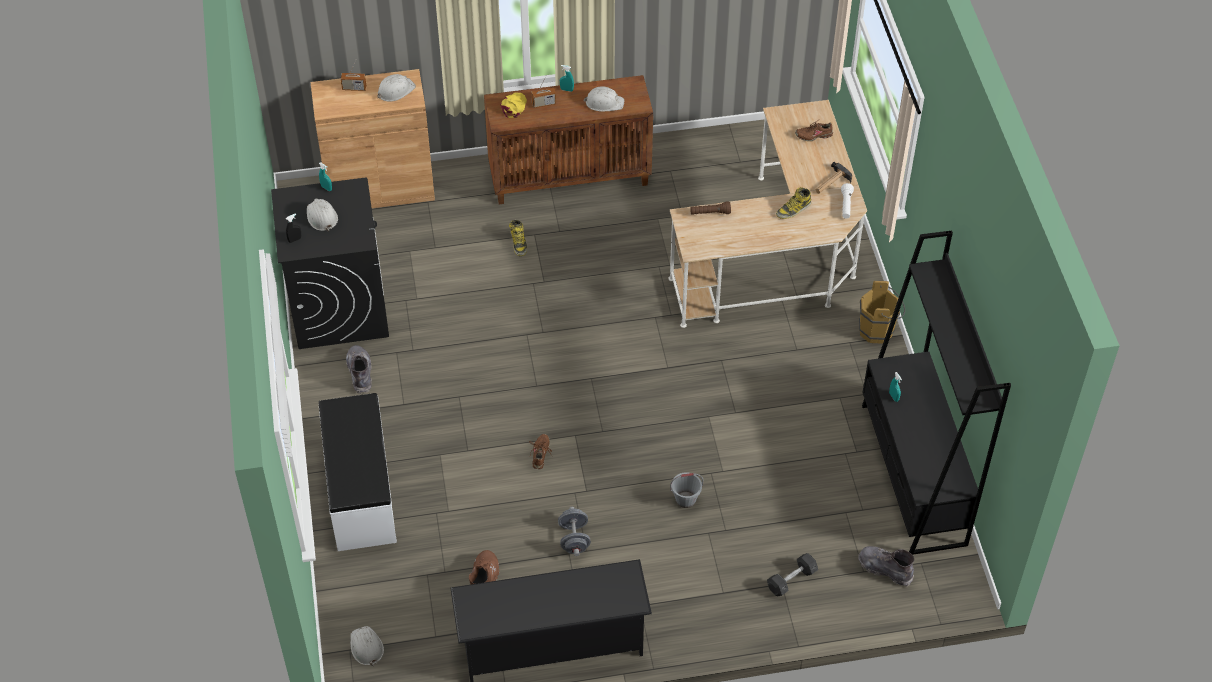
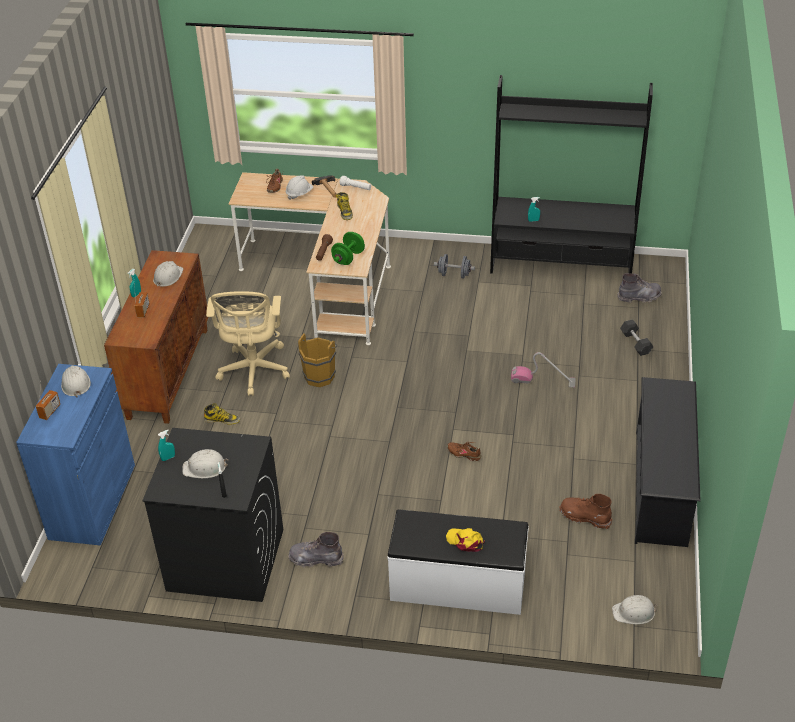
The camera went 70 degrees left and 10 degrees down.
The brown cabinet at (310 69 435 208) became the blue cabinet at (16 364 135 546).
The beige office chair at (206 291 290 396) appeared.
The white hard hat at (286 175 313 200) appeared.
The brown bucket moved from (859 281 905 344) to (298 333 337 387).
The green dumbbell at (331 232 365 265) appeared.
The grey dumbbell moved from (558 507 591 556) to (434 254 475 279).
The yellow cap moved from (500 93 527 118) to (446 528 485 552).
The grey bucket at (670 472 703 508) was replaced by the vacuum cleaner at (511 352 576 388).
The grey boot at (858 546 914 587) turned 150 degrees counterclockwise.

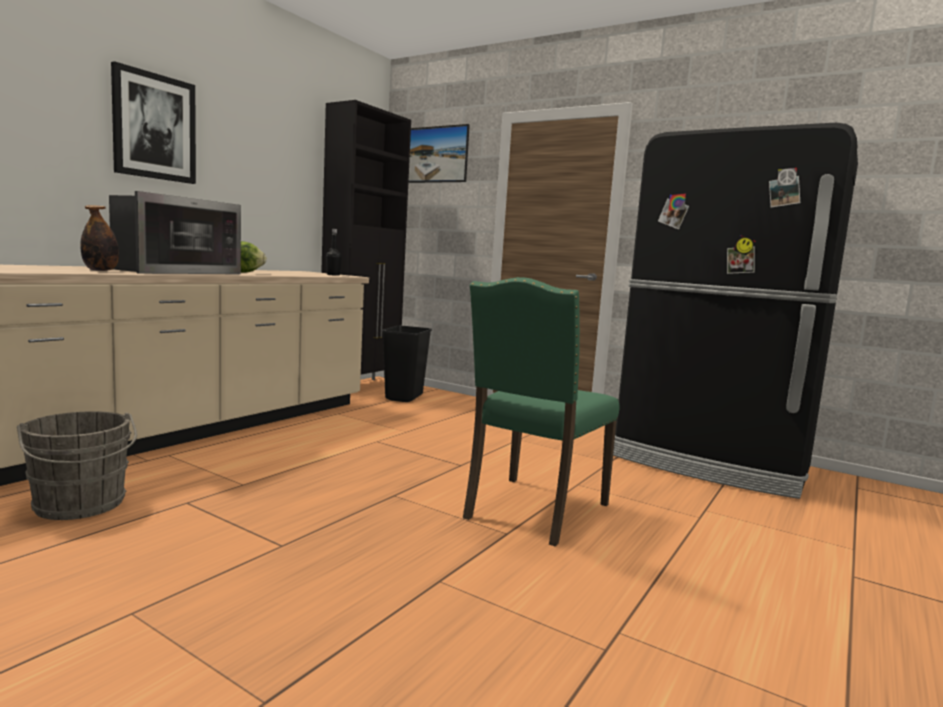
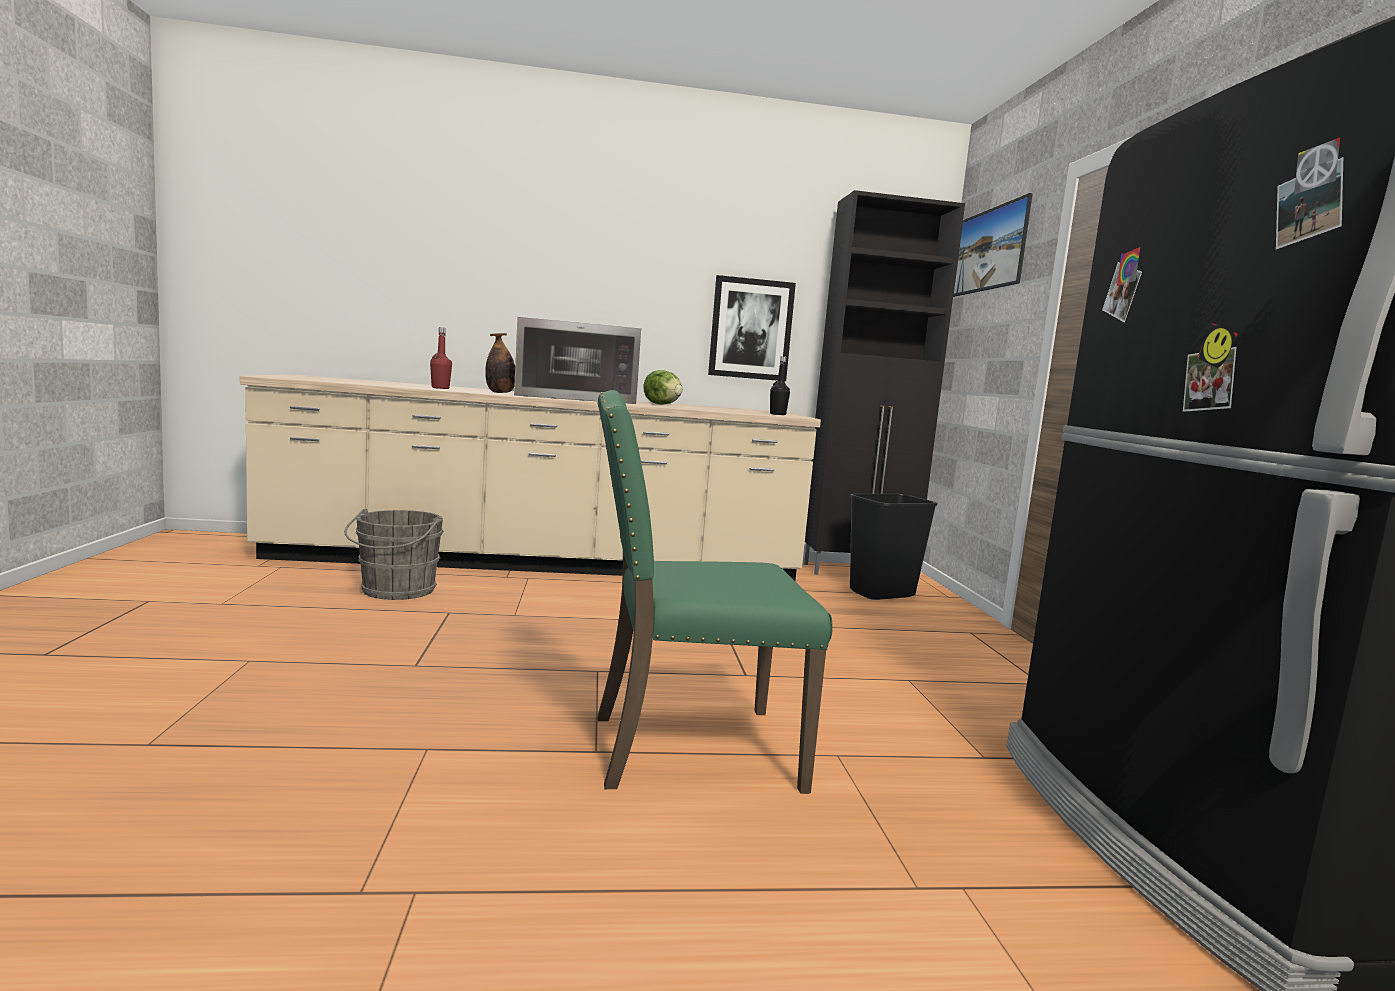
The camera went 50 degrees right and 0 degrees up.
The red bottle at (430 327 452 389) appeared.
The picture moved from (111 61 196 184) to (708 275 796 381).

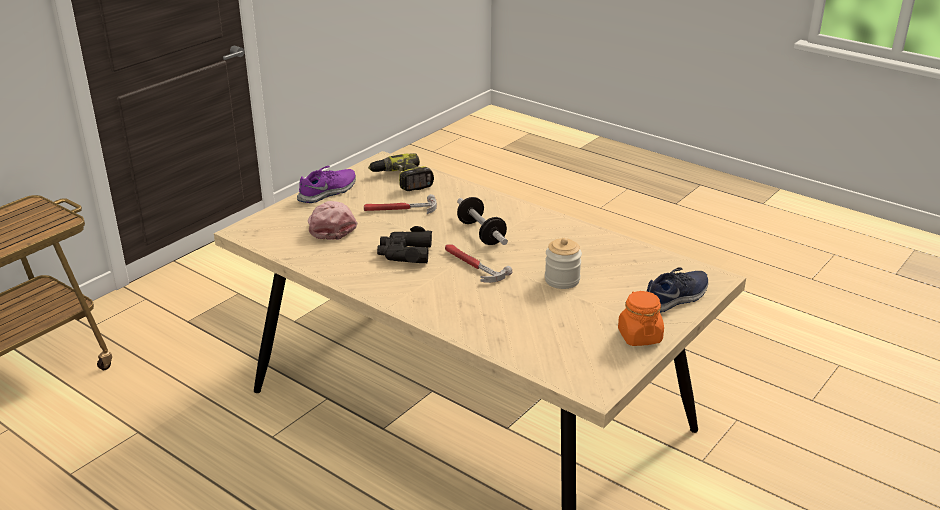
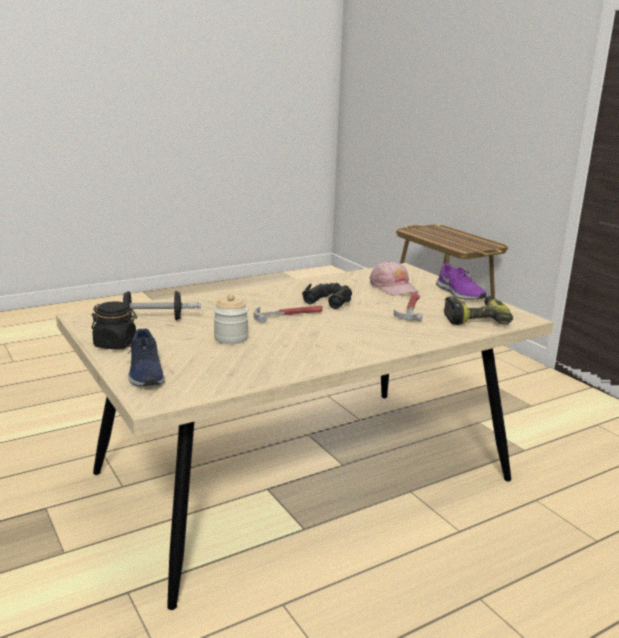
The camera went 110 degrees right and 10 degrees down.
The orange jar at (618 291 664 346) became the black jar at (91 301 137 349).
The dumbbell moved from (457 197 508 245) to (123 291 201 320).
The pink cap at (308 201 358 240) turned 60 degrees clockwise.

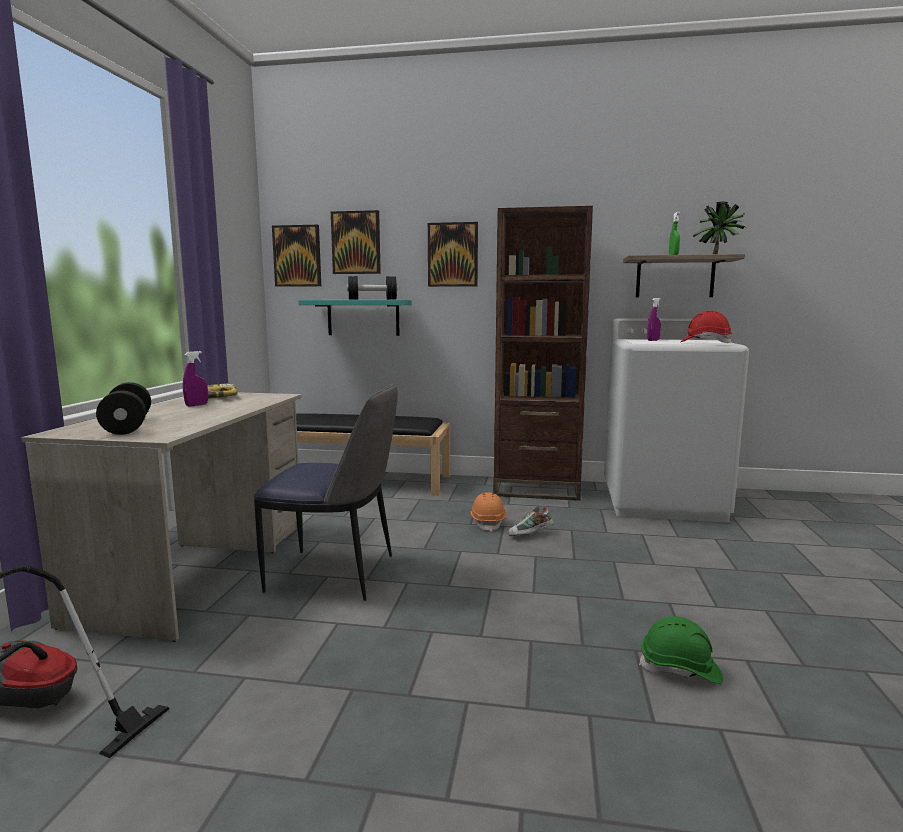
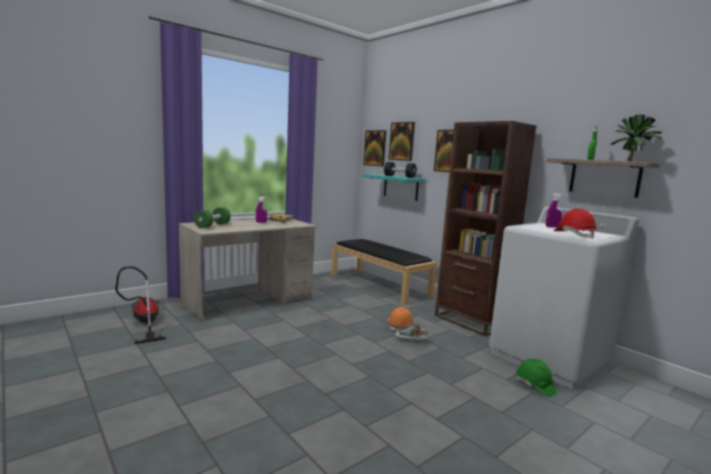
The camera went 40 degrees right and 0 degrees up.
The black dumbbell at (96 382 151 435) became the green dumbbell at (194 207 231 228).
The green hard hat moved from (639 616 723 684) to (516 358 557 397).
The chair at (254 384 398 601) disappeared.

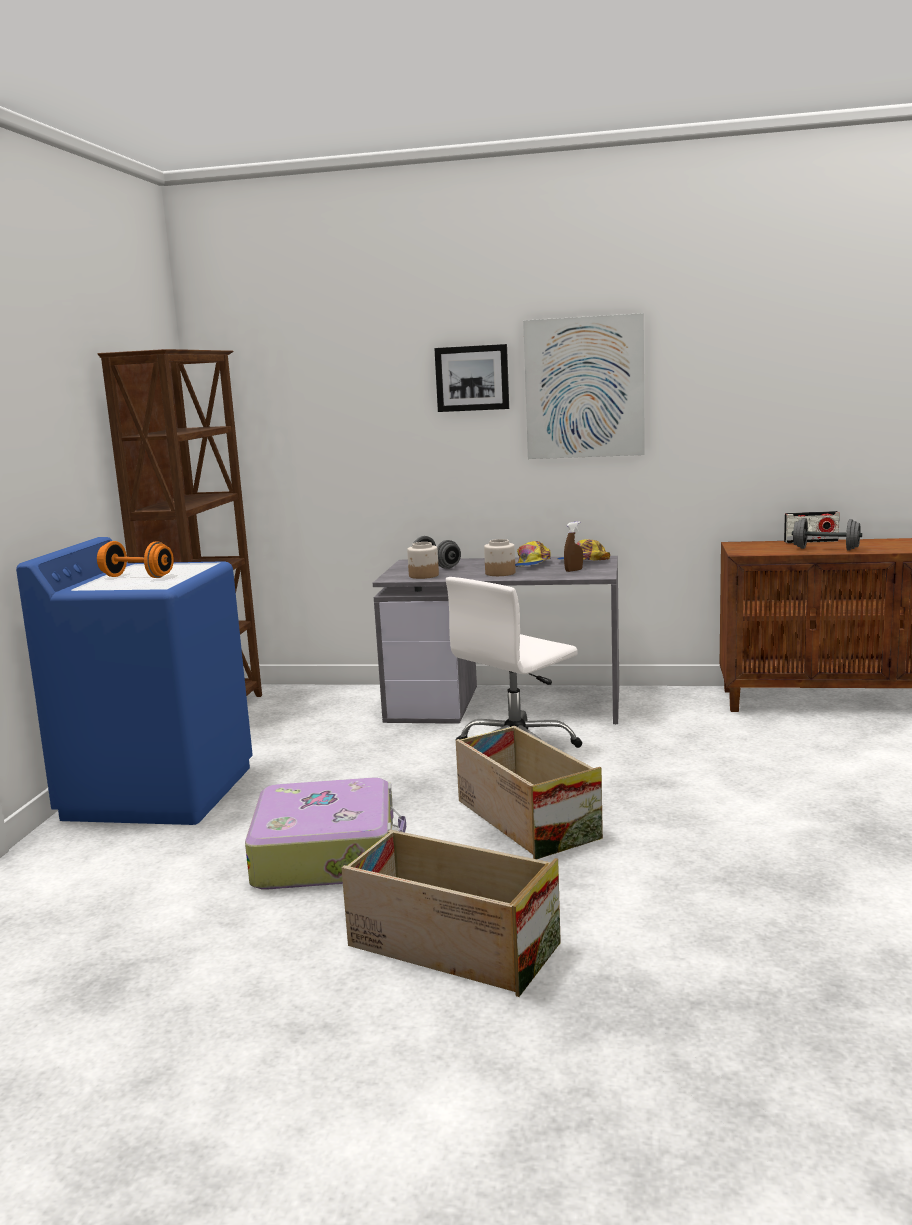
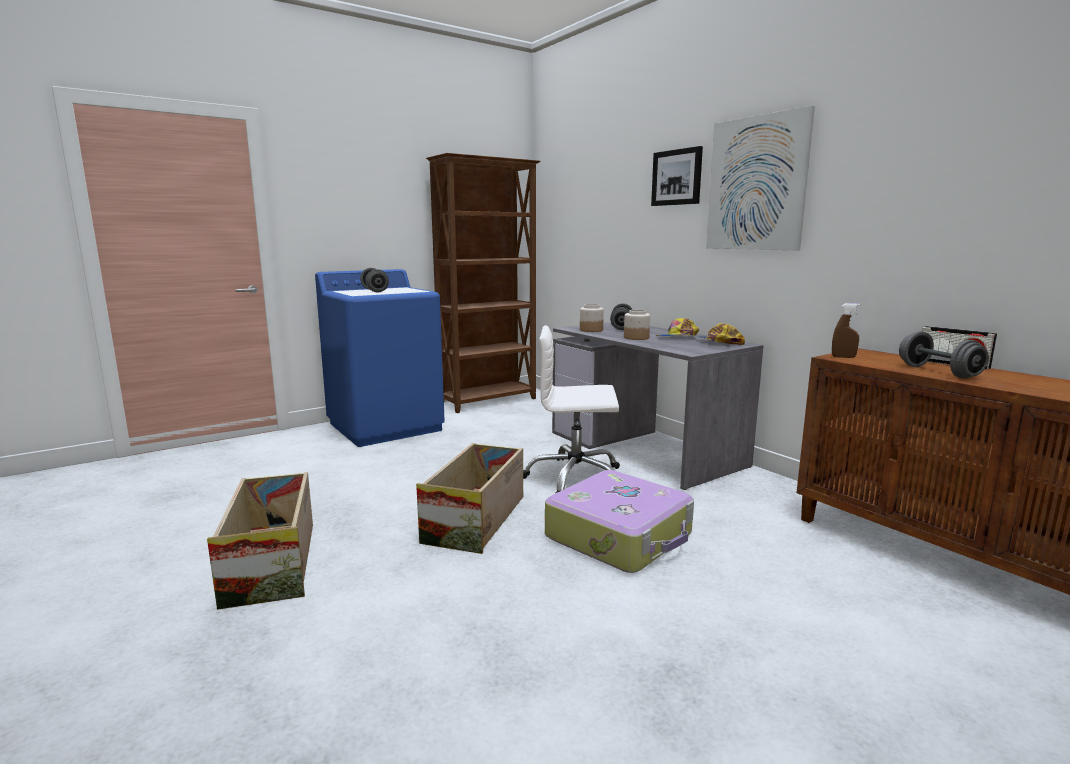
The camera went 45 degrees right and 0 degrees up.
The orange dumbbell at (97 541 174 578) became the grey dumbbell at (360 268 389 292).
The suitcase moved from (245 778 406 890) to (545 470 694 573).
The brown spray bottle moved from (564 522 583 572) to (832 303 860 358).

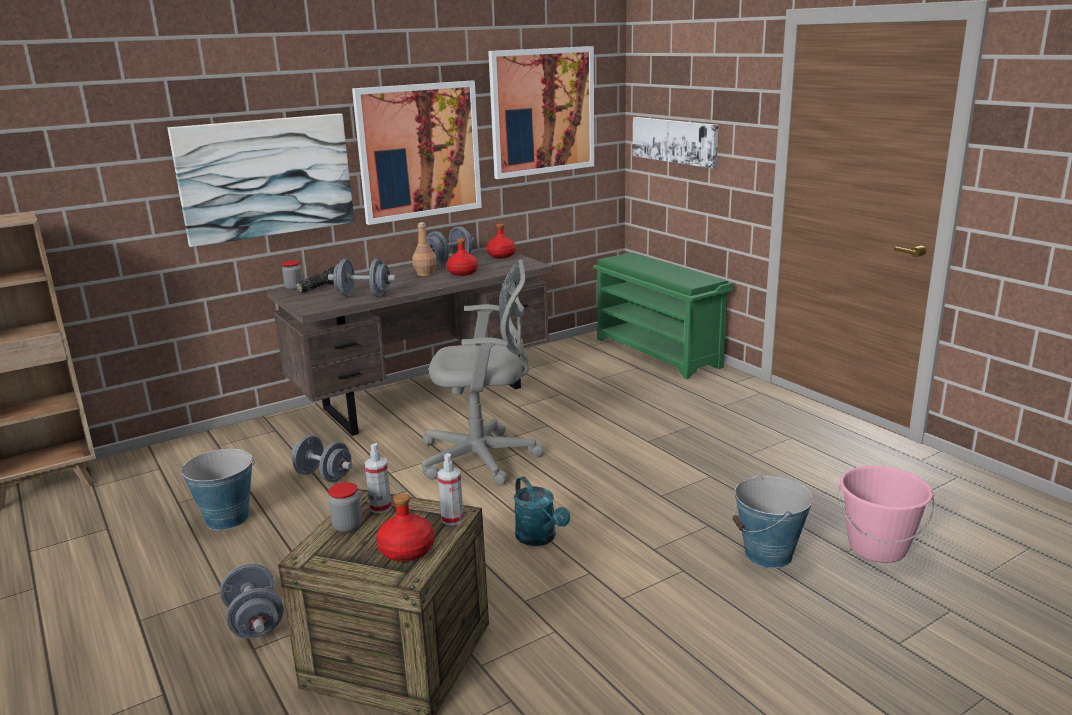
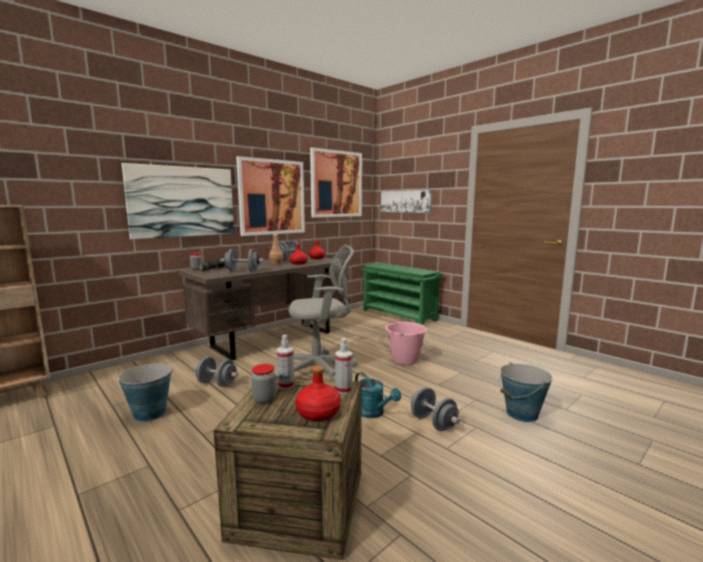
The camera went 10 degrees left and 10 degrees down.
The pink bucket moved from (838 465 934 563) to (385 322 428 365).
The grey dumbbell moved from (220 563 284 639) to (411 387 460 431).

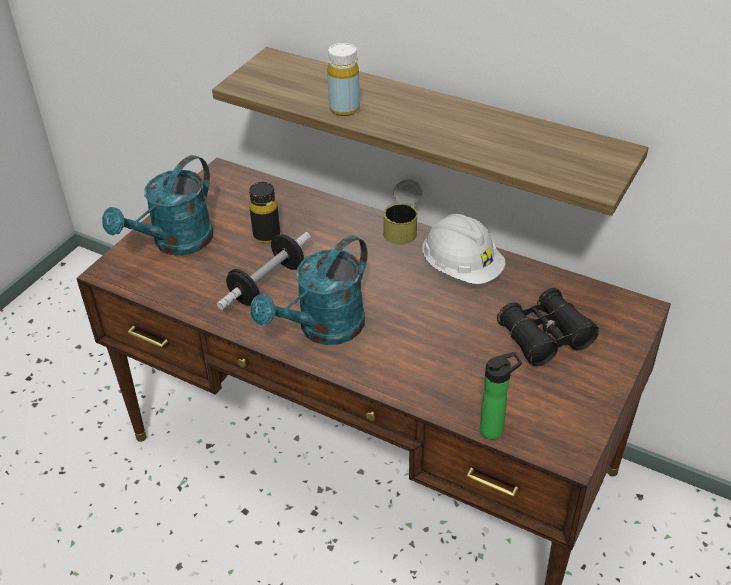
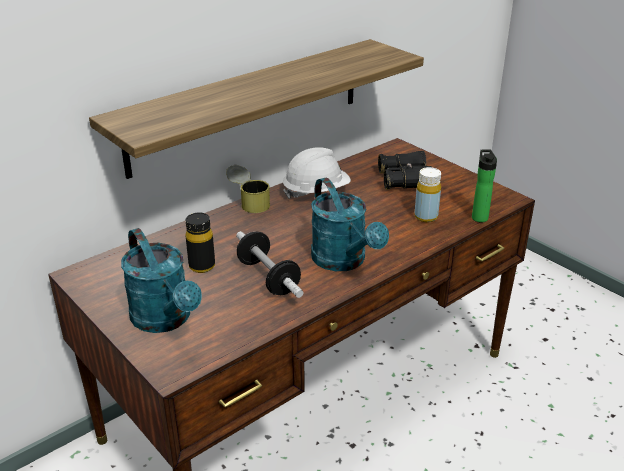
The camera went 70 degrees left and 10 degrees down.
The yellow bottle moved from (327 43 360 116) to (414 167 441 222).

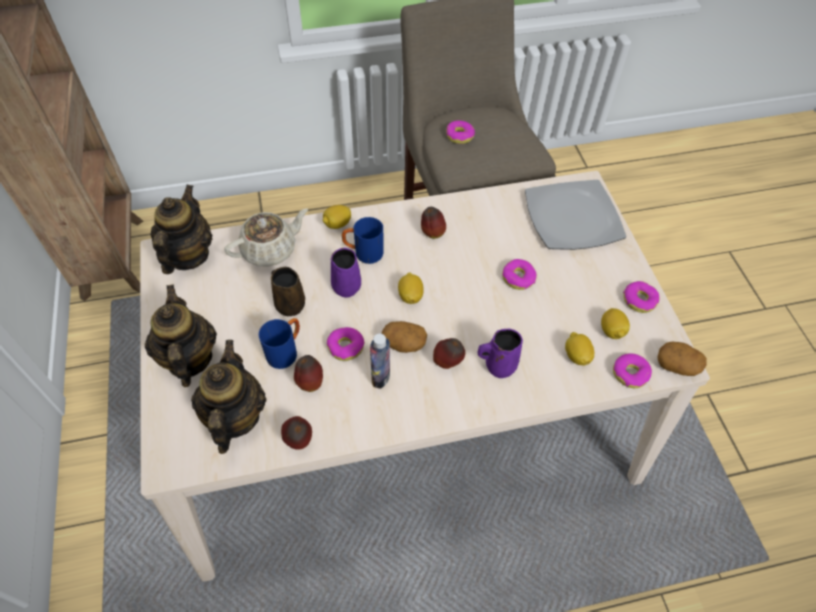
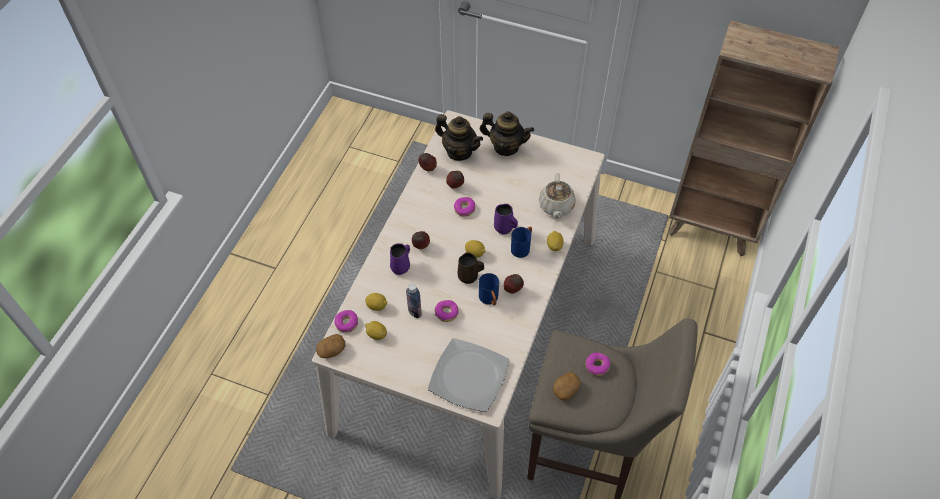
The camera went 125 degrees right and 0 degrees up.
The bottle moved from (370 334 390 389) to (406 284 422 318).
The brown mug moved from (271 267 305 316) to (458 253 484 284).
The blue mug moved from (259 318 300 369) to (479 273 499 305).
The potato moved from (382 321 427 353) to (553 372 581 401).
The teapot at (150 185 212 274) disappeared.
The donut at (623 281 659 313) disappeared.

